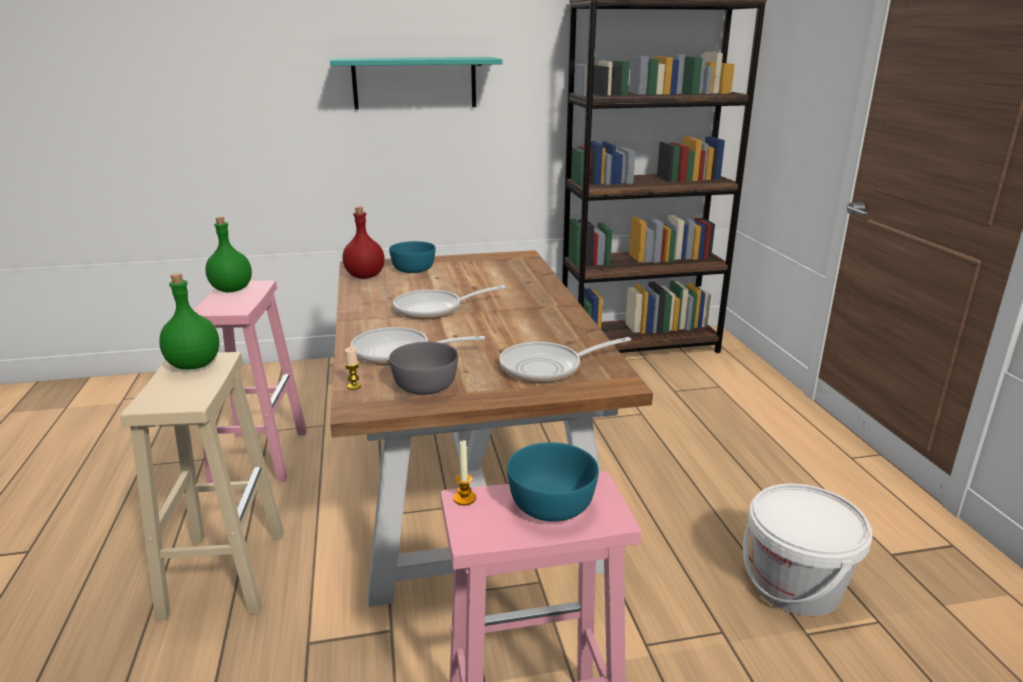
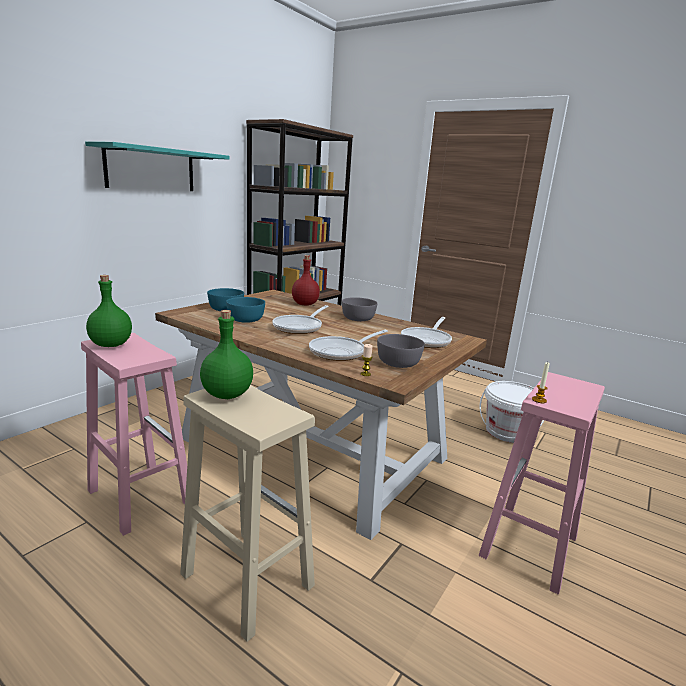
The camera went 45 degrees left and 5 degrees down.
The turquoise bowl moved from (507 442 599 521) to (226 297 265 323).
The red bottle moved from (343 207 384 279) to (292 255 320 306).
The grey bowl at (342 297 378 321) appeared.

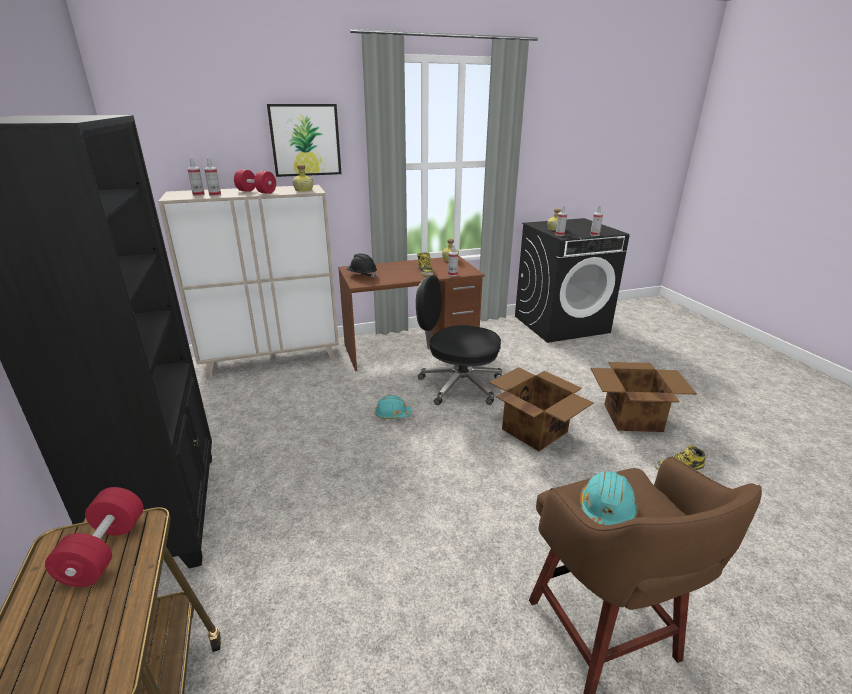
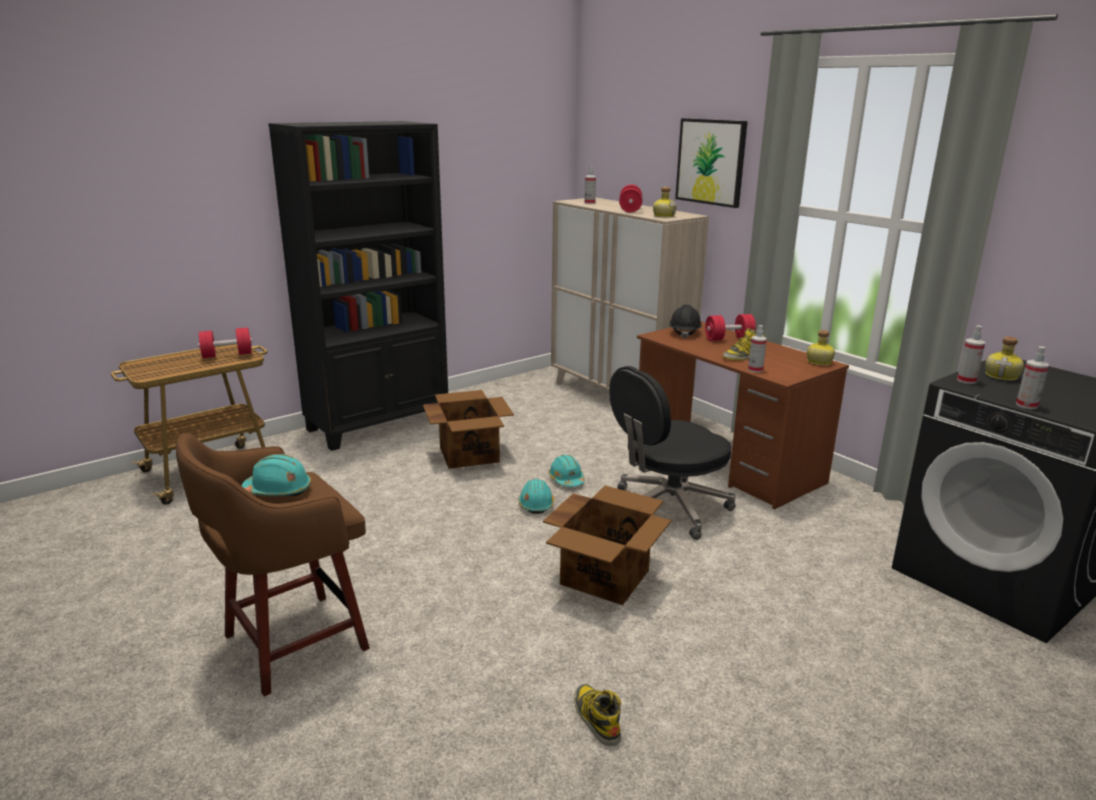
The camera went 70 degrees right and 5 degrees down.
The cardboard box moved from (591 362 697 432) to (423 390 514 469).
The turquoise hard hat at (518 479 554 514) appeared.
The black office chair at (416 275 502 405) turned 120 degrees counterclockwise.
The red dumbbell at (705 314 756 341) appeared.
The spray bottle at (204 157 221 197) disappeared.

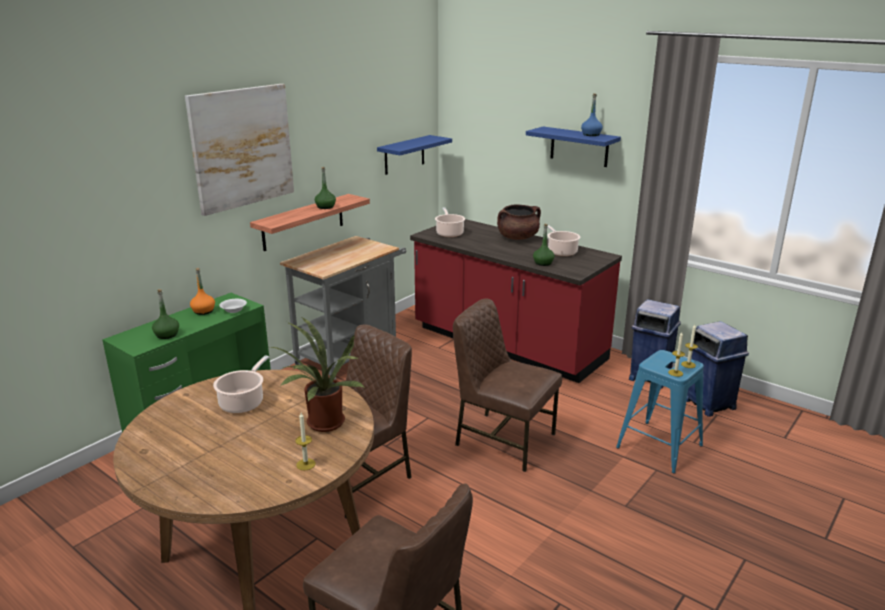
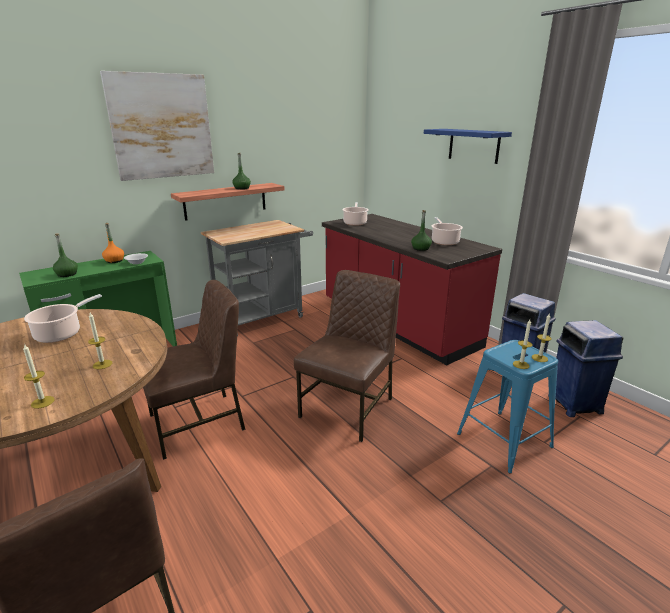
The camera went 15 degrees right and 0 degrees up.
The potted plant at (269 317 365 432) was replaced by the candle at (88 313 112 369).
The brown chair at (453 299 562 472) turned 75 degrees clockwise.
The blue shelf at (377 135 452 175) disappeared.
The brown cooking pot at (497 204 541 240) disappeared.
The blue bottle at (581 93 603 136) disappeared.

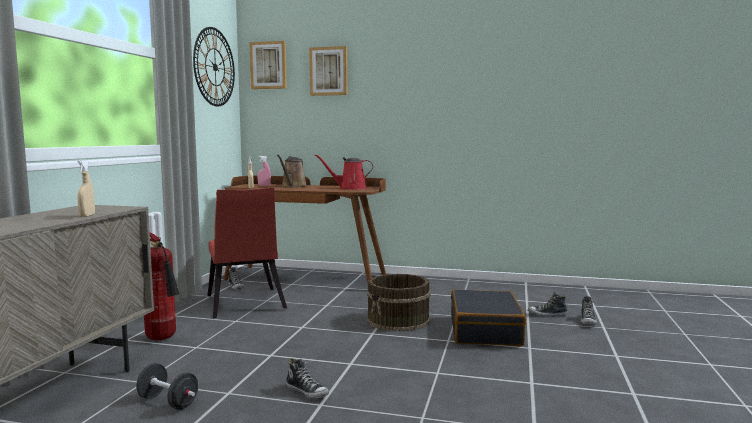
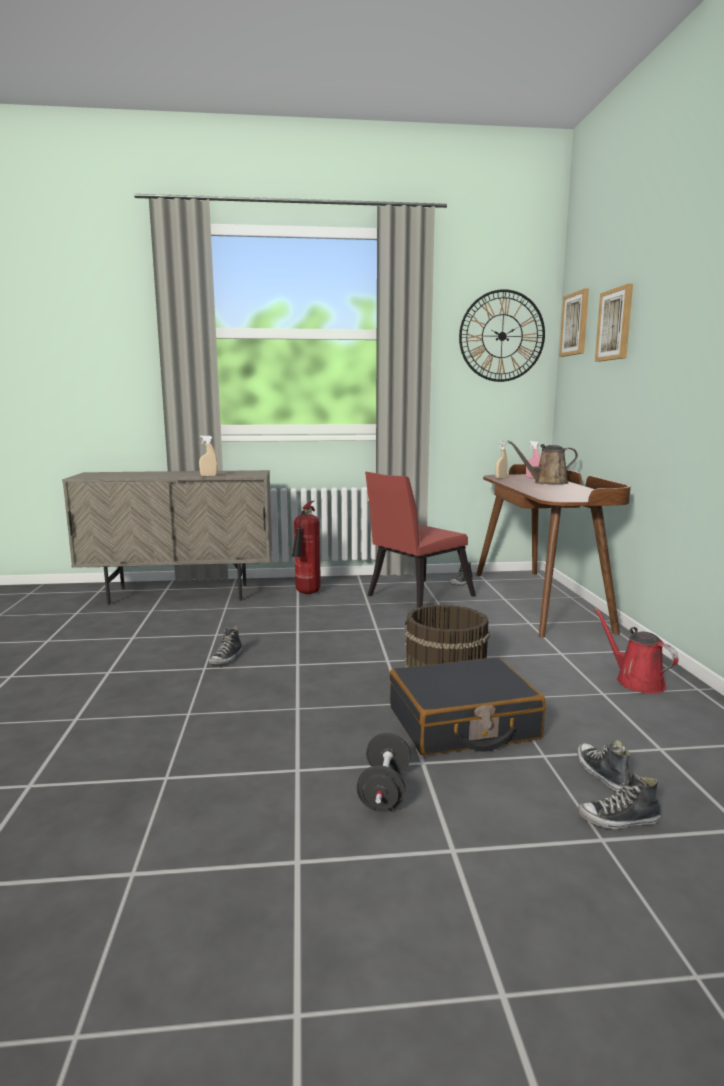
The camera went 70 degrees right and 5 degrees up.
The black dumbbell moved from (136 363 198 410) to (356 733 411 812).
The red watering can moved from (315 154 373 189) to (594 608 679 693).

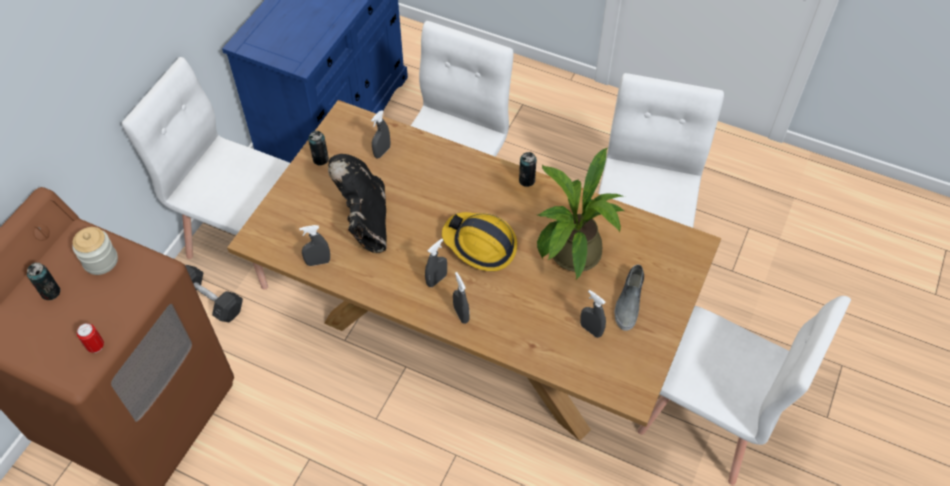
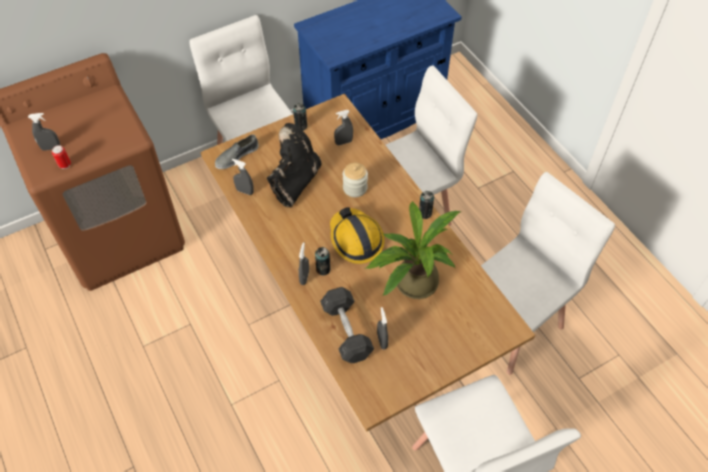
The camera went 35 degrees right and 0 degrees up.
The grey spray bottle moved from (425 239 447 287) to (28 113 60 151).
The grey shoe moved from (615 264 644 331) to (215 134 259 169).
The can moved from (27 263 60 300) to (315 247 330 275).
The grey dumbbell moved from (185 265 243 322) to (320 287 374 363).
The jar moved from (72 227 118 275) to (343 163 368 197).

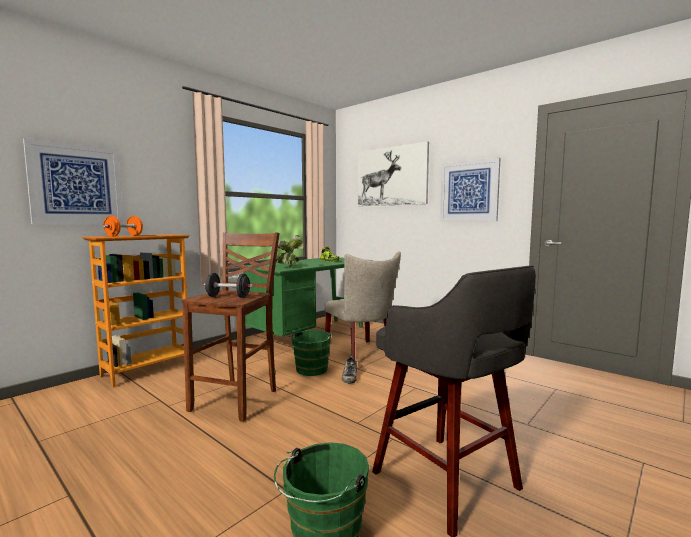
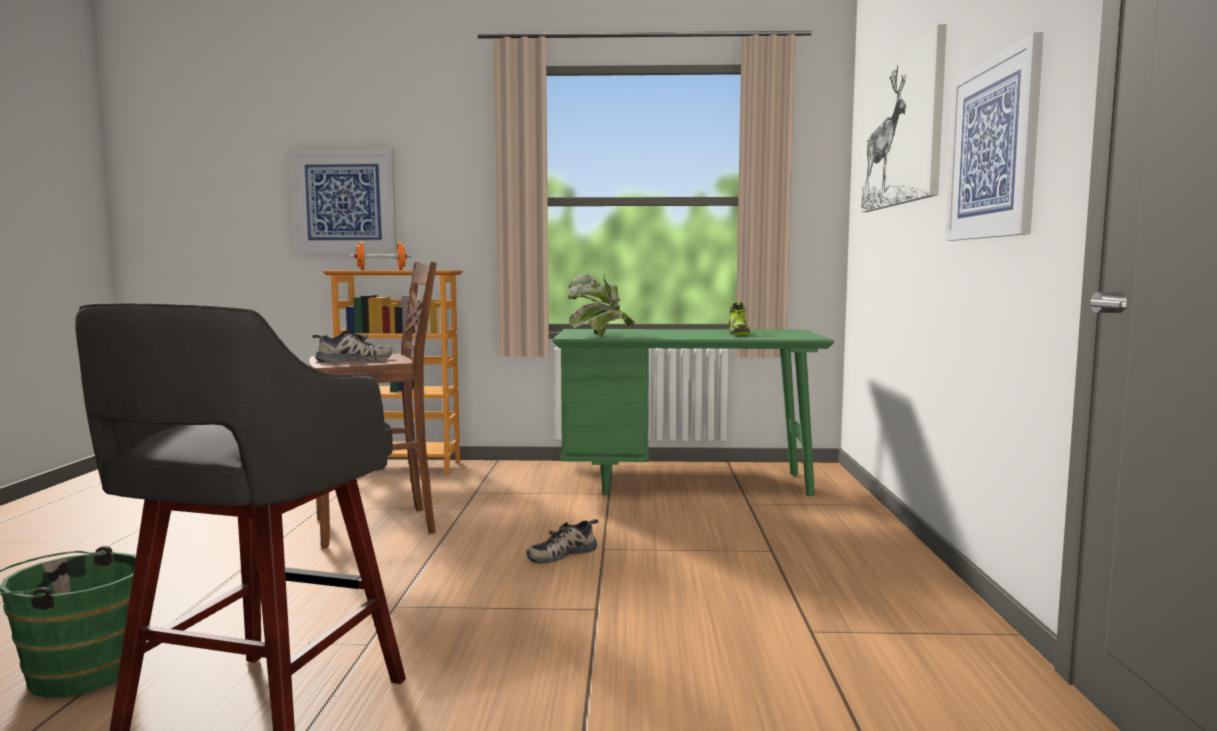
The camera went 50 degrees right and 0 degrees up.
The black dumbbell at (204 273 253 298) was replaced by the shoe at (312 330 392 362).
The green bucket at (289 330 333 376) disappeared.
The beige chair at (324 251 401 360) disappeared.

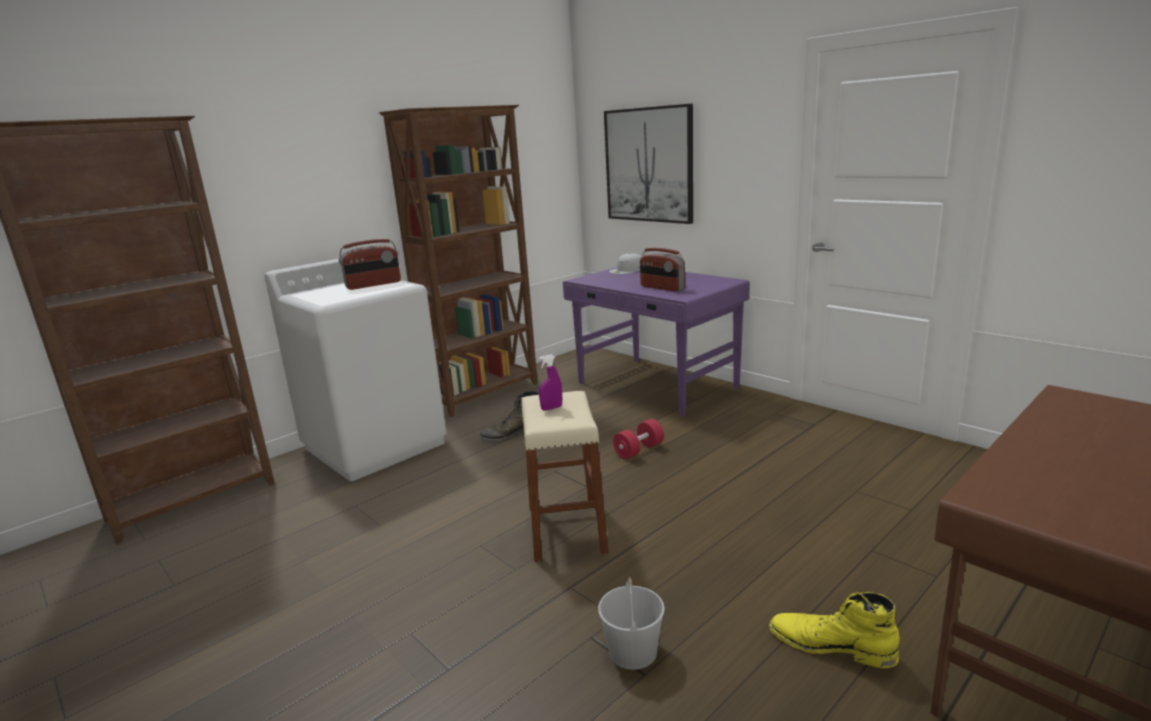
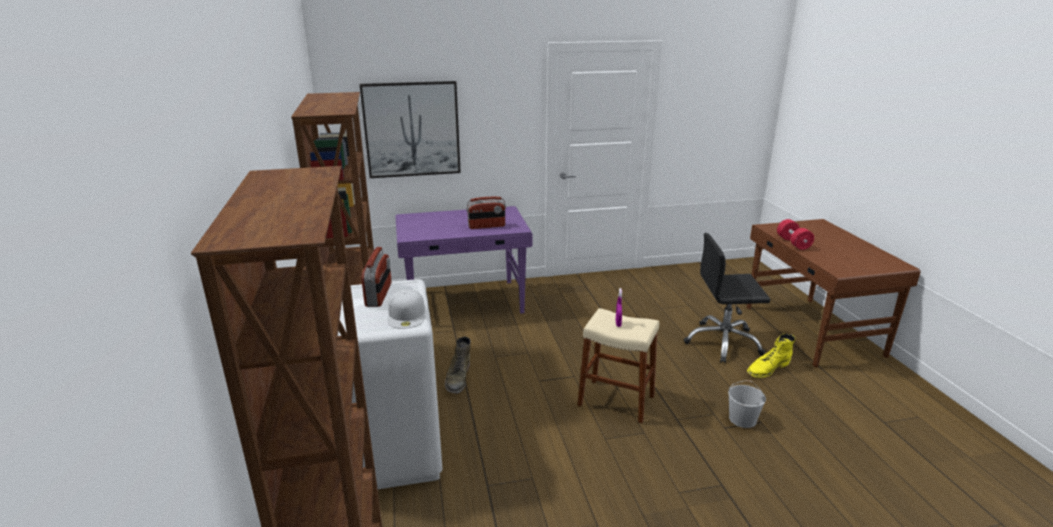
The camera went 60 degrees left and 5 degrees up.
The white cap moved from (609 253 642 274) to (387 289 425 329).
The black office chair at (683 233 770 363) appeared.
The red dumbbell moved from (613 419 664 459) to (777 219 814 250).

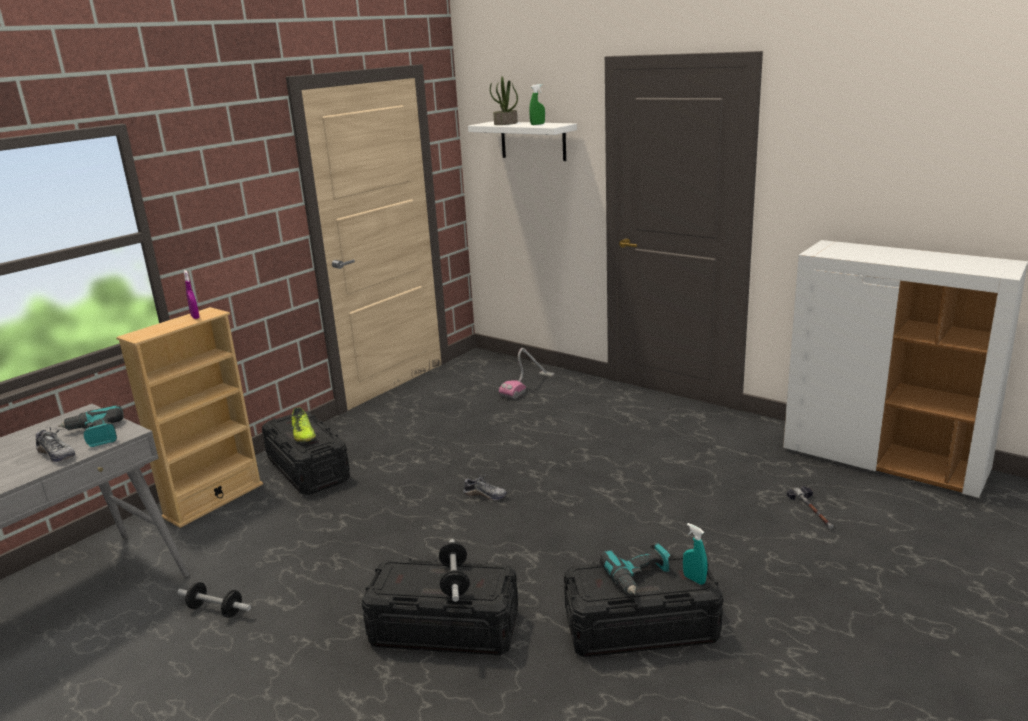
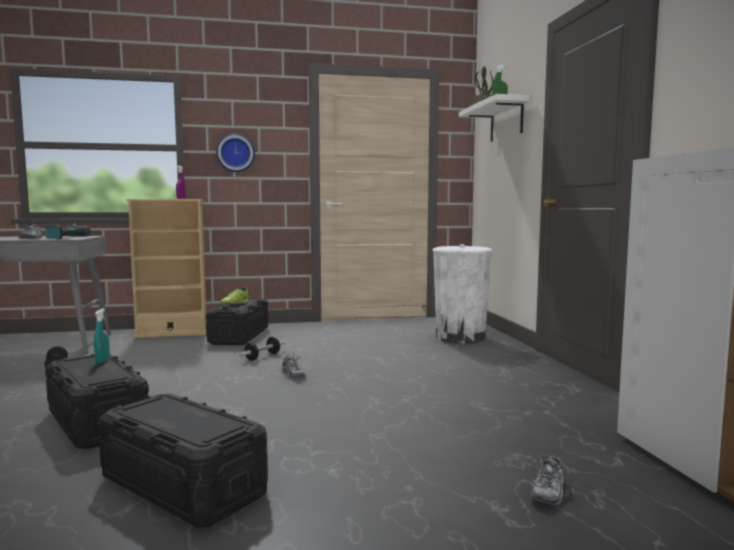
The camera went 40 degrees right and 15 degrees down.
The turquoise spray bottle moved from (683 523 707 585) to (94 308 110 363).
The wall clock at (216 134 255 172) appeared.
The dumbbell moved from (439 539 470 602) to (239 337 284 361).
The vacuum cleaner at (499 348 555 399) was replaced by the white trash can at (432 244 493 344).
The hammer at (787 486 834 529) was replaced by the shoe at (529 454 569 505).
The power drill at (600 542 670 594) disappeared.

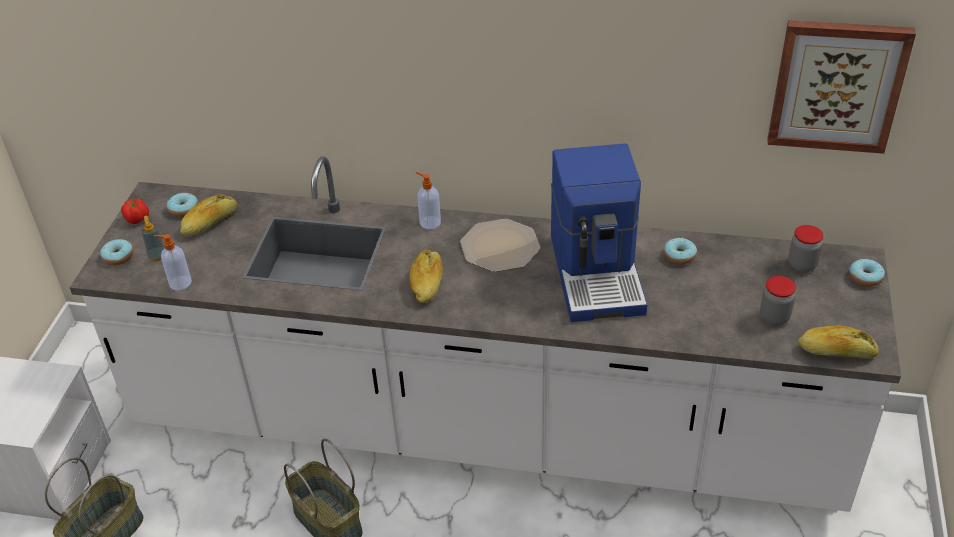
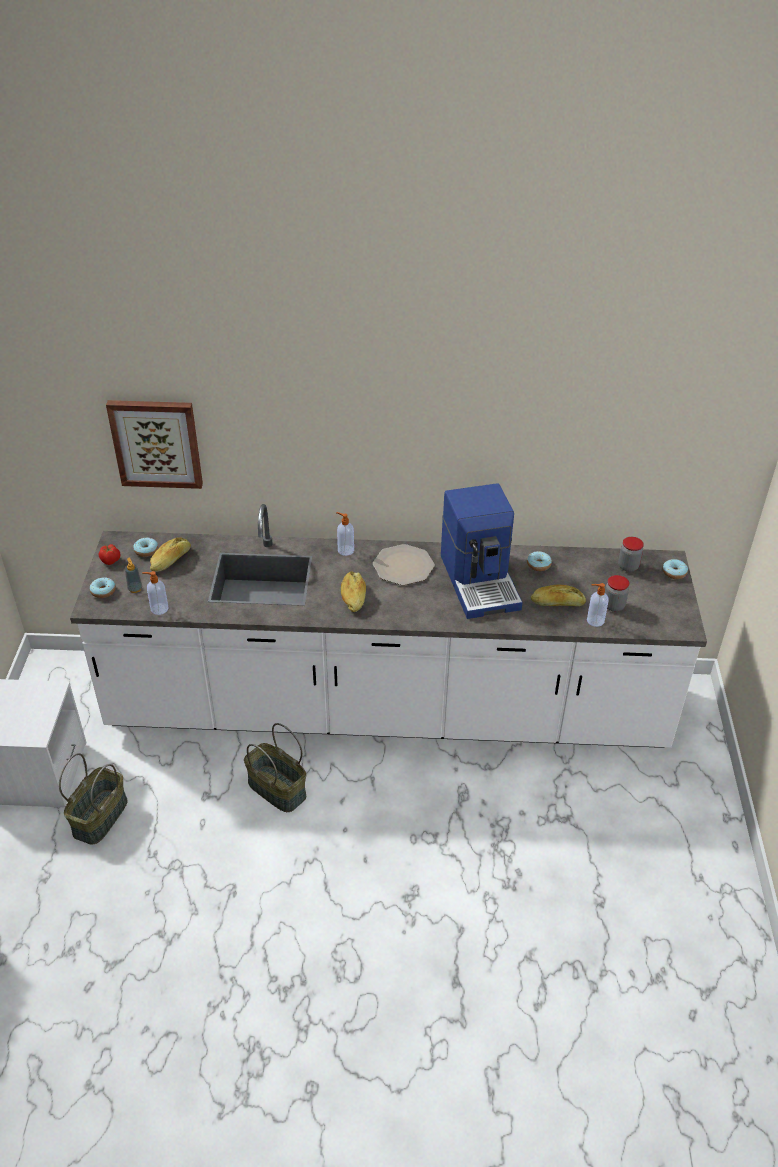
The camera went 10 degrees left and 0 degrees up.
The picture moved from (768 20 916 154) to (106 400 203 489).
The bread moved from (798 326 879 359) to (531 584 586 606).
The soap dispenser at (587 583 609 627) appeared.

